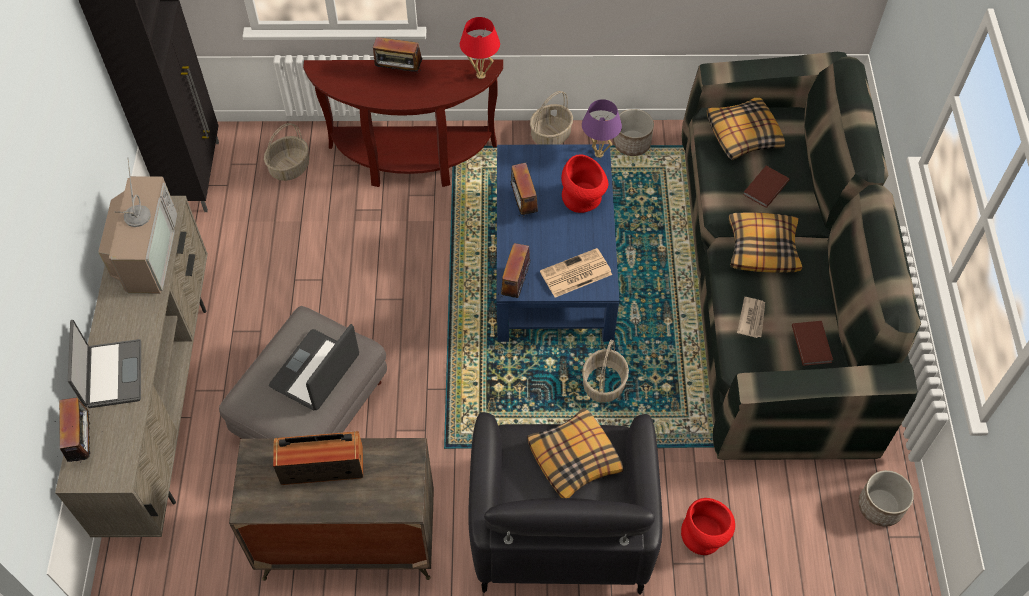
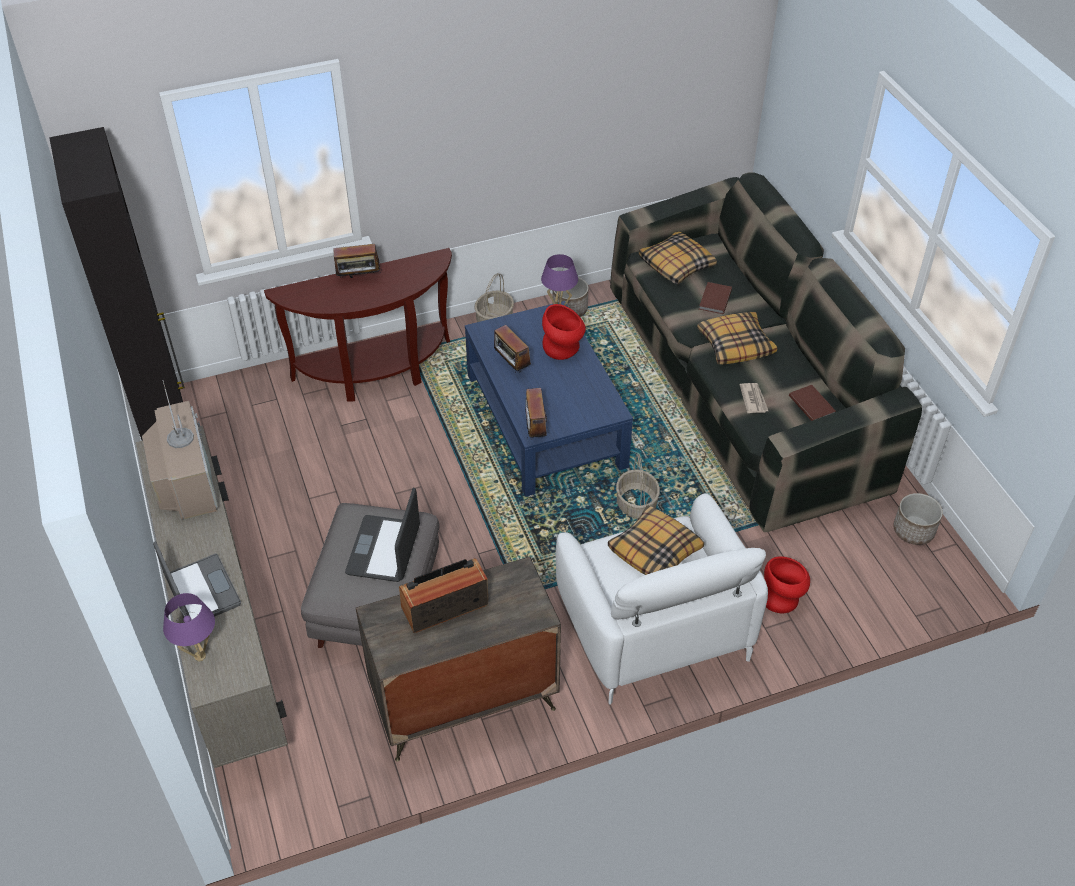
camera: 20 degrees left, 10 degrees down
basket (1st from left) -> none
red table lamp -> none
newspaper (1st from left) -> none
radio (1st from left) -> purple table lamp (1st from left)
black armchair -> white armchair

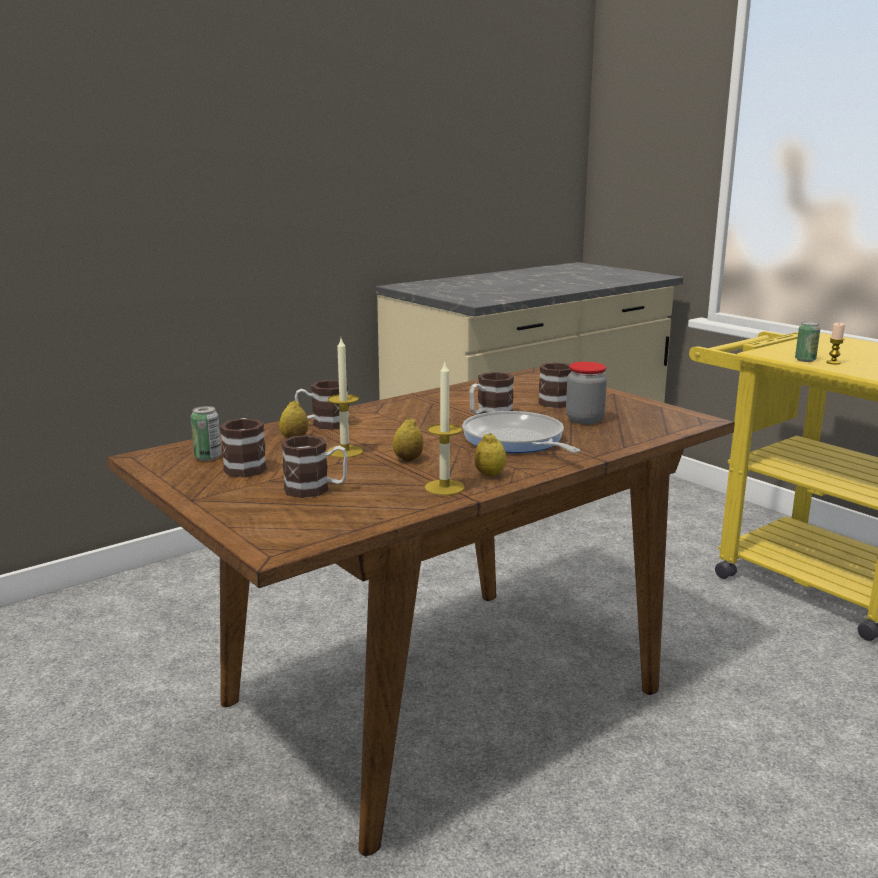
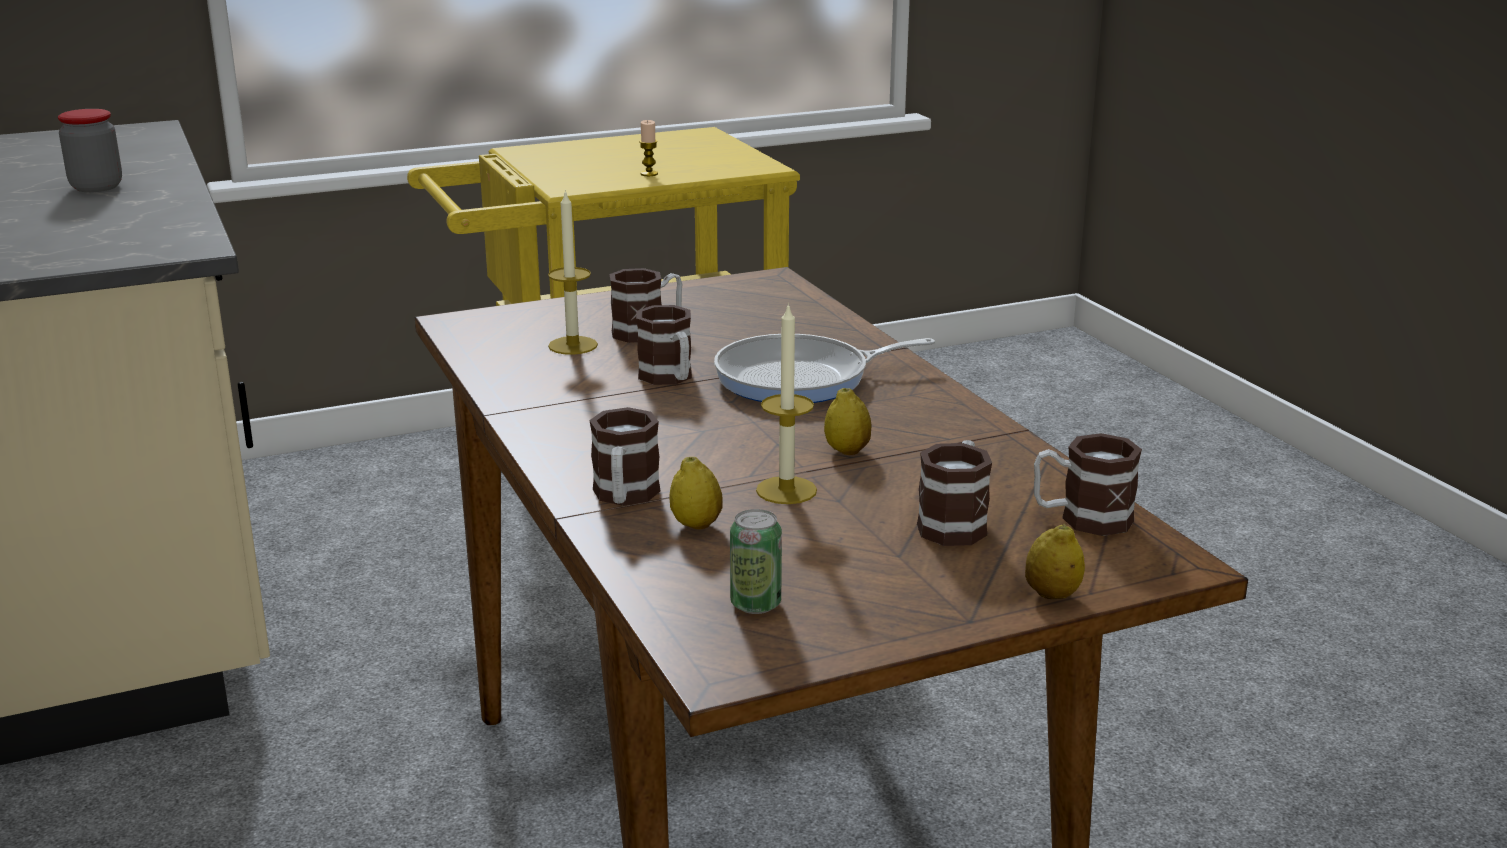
camera: 75 degrees left, 5 degrees up
can (2nd from left) -> none
mug (1st from left in the first image) -> mug (5th from left), moved
candle (2nd from left in the first image) -> candle (1st from left), moved
lemon (3rd from left), moved
jar, moved

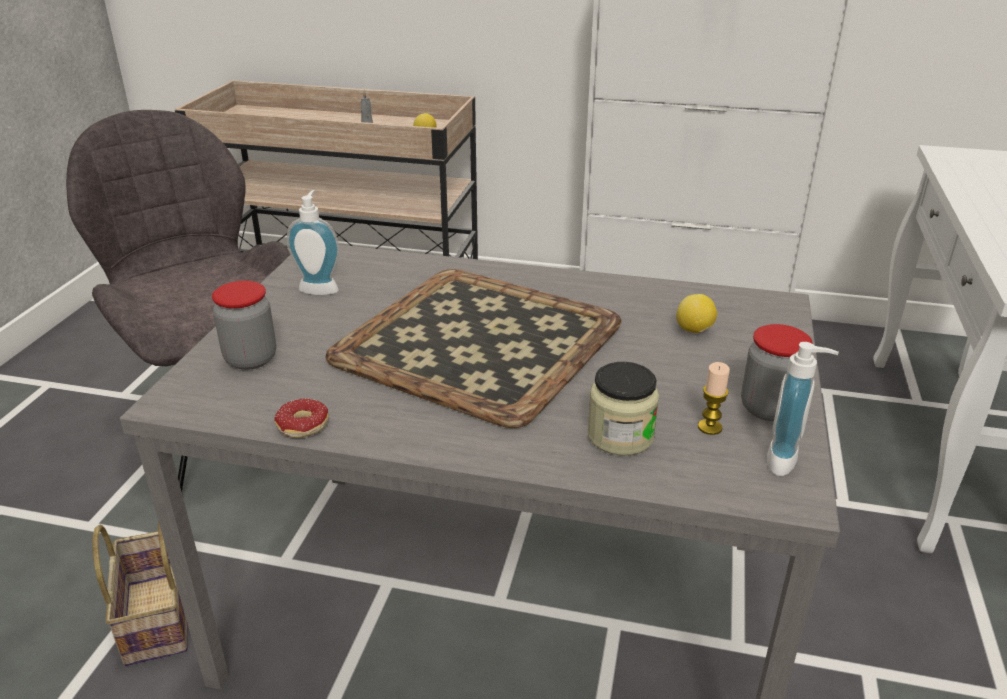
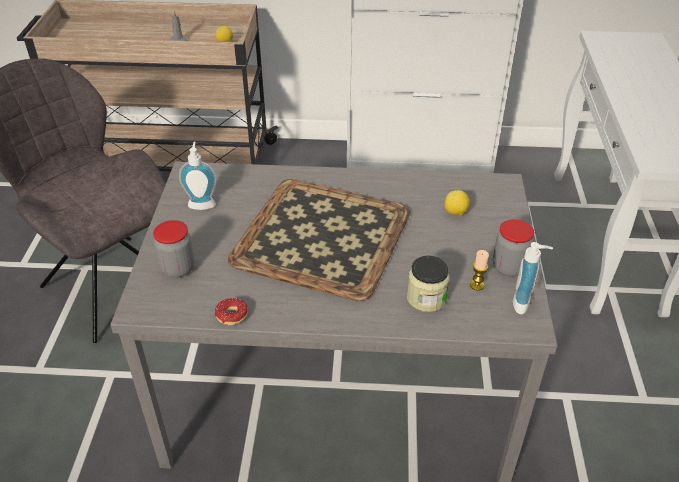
camera: 10 degrees left, 10 degrees up
basket -> none

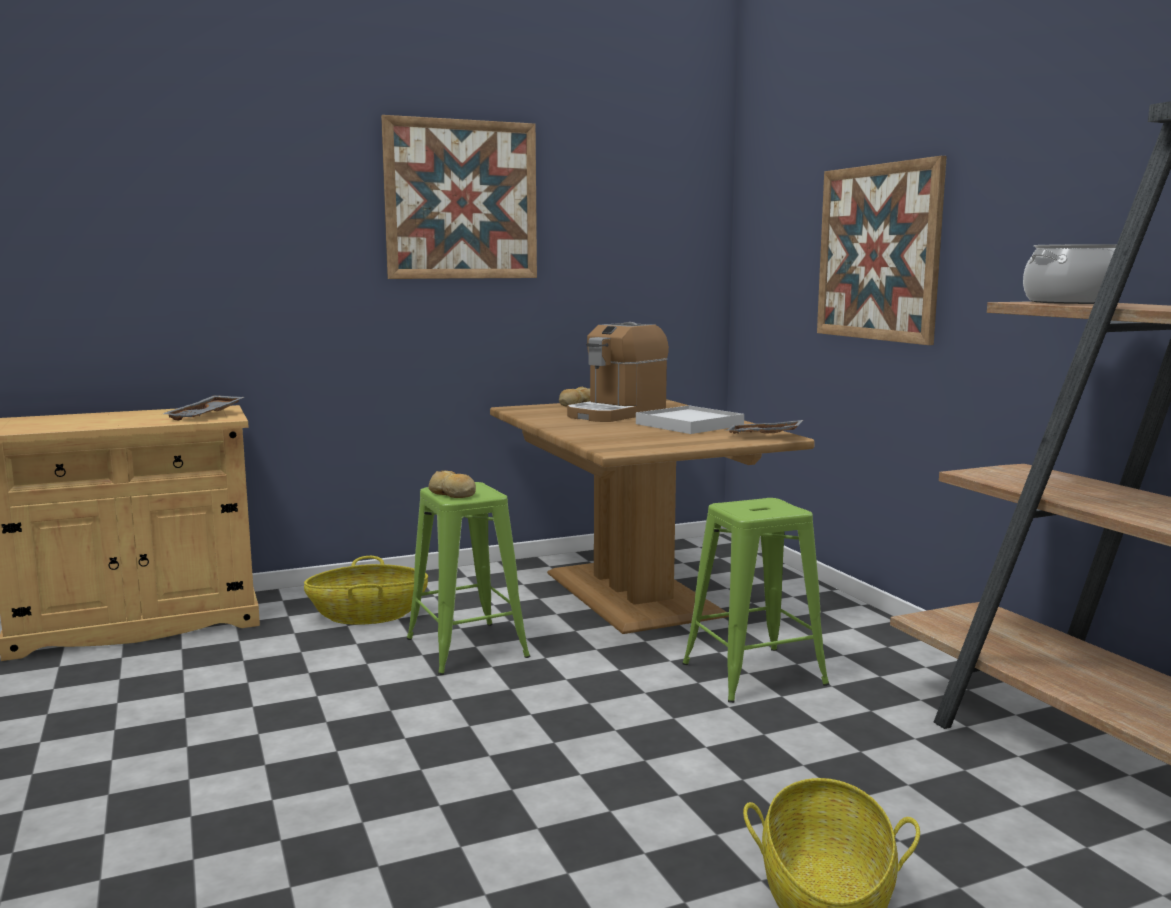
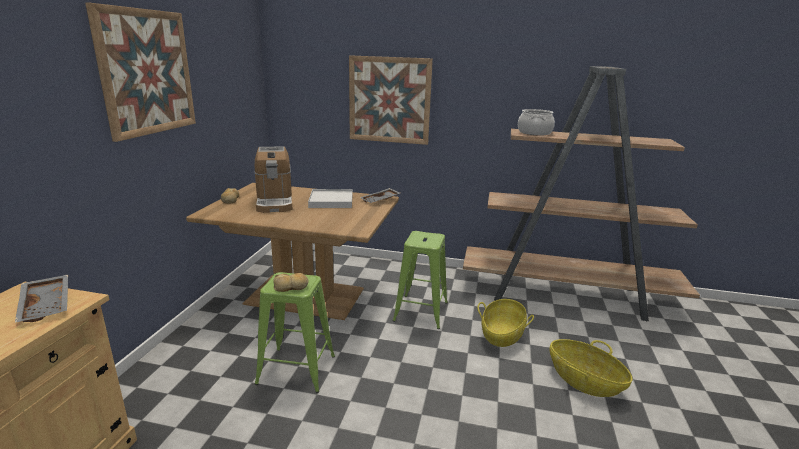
camera: 55 degrees left, 10 degrees up
basket (1st from left), moved

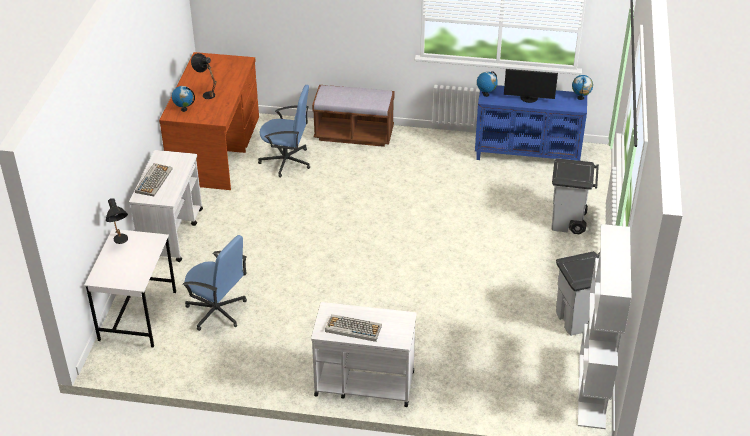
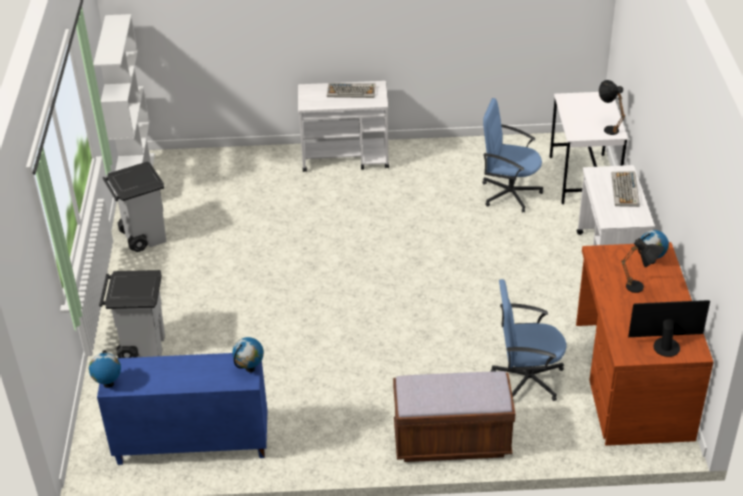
camera: 170 degrees right, 0 degrees up
monitor, moved

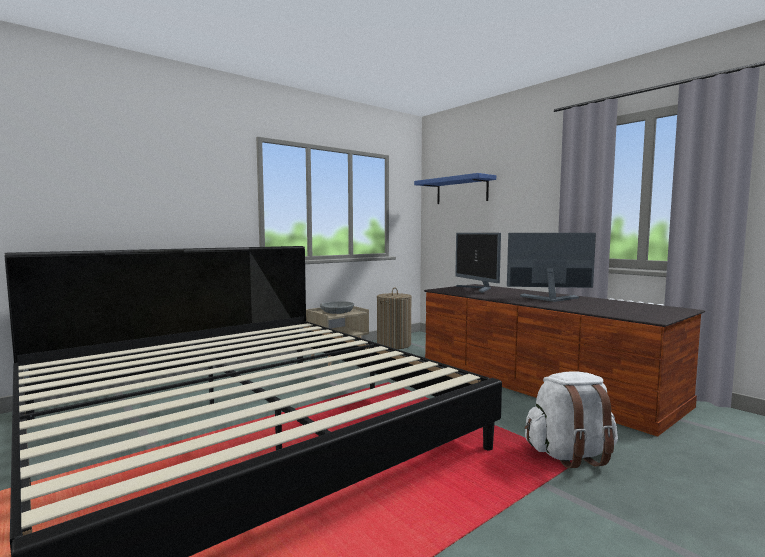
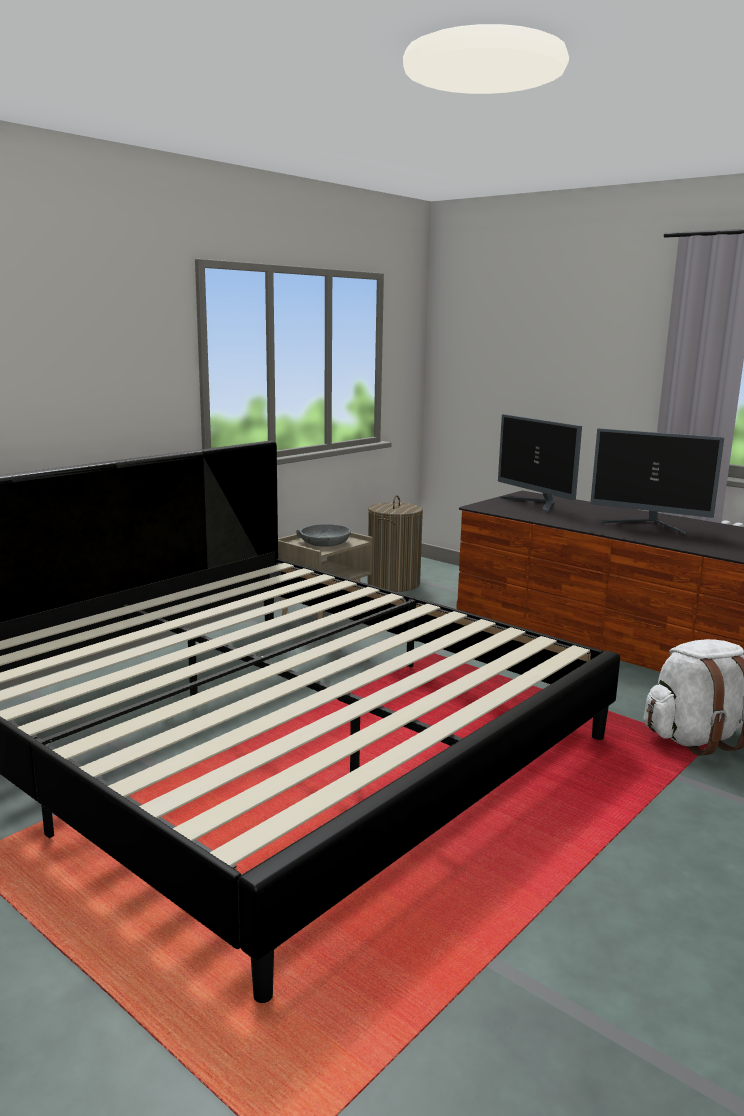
camera: 10 degrees left, 10 degrees up
blue shelf -> none
monitor (2nd from left), 150 degrees counterclockwise

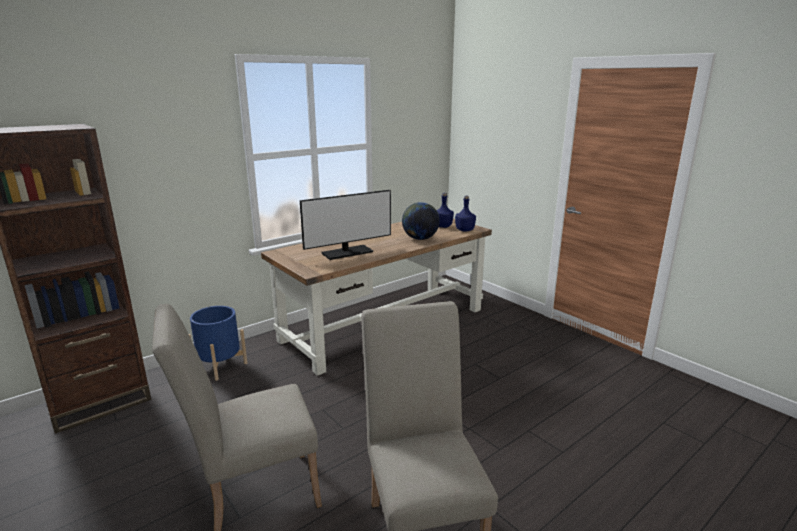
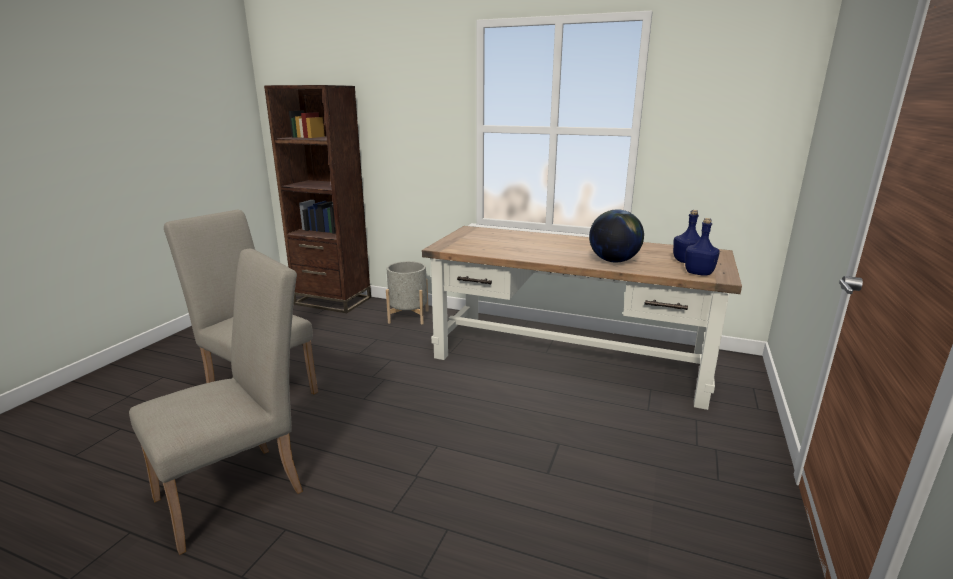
camera: 60 degrees right, 0 degrees up
monitor -> none
blue planter -> grey planter

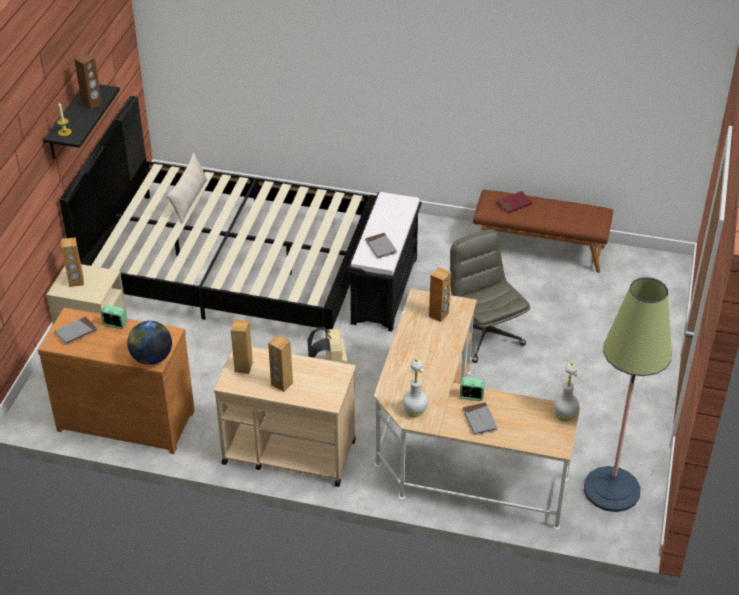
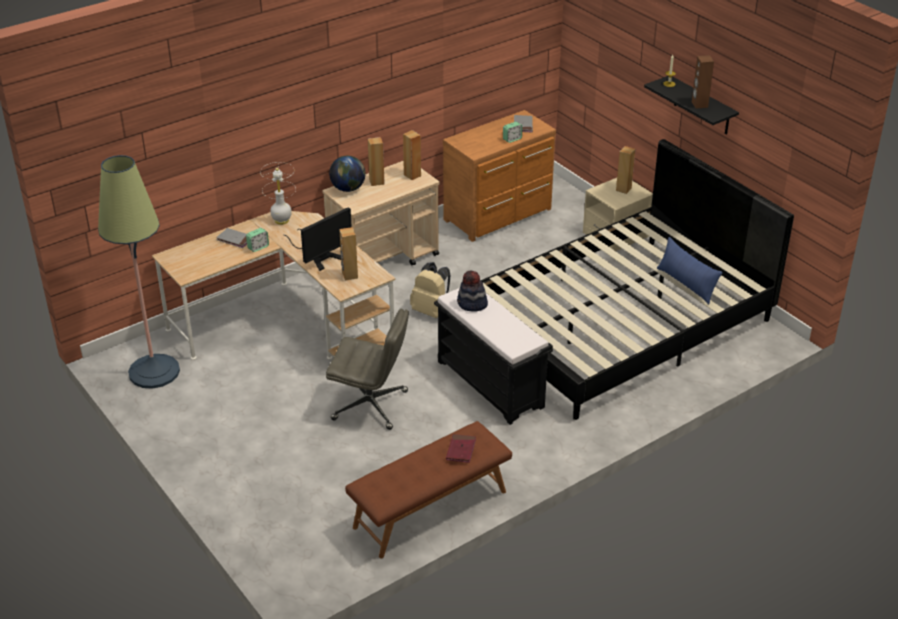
camera: 130 degrees right, 5 degrees down
white table lamp (2nd from left) -> none
none -> monitor
globe, moved
grey book (2nd from left) -> hat
beige pillow -> blue pillow

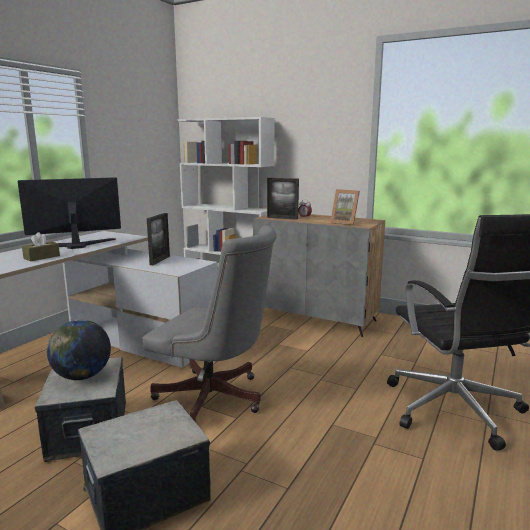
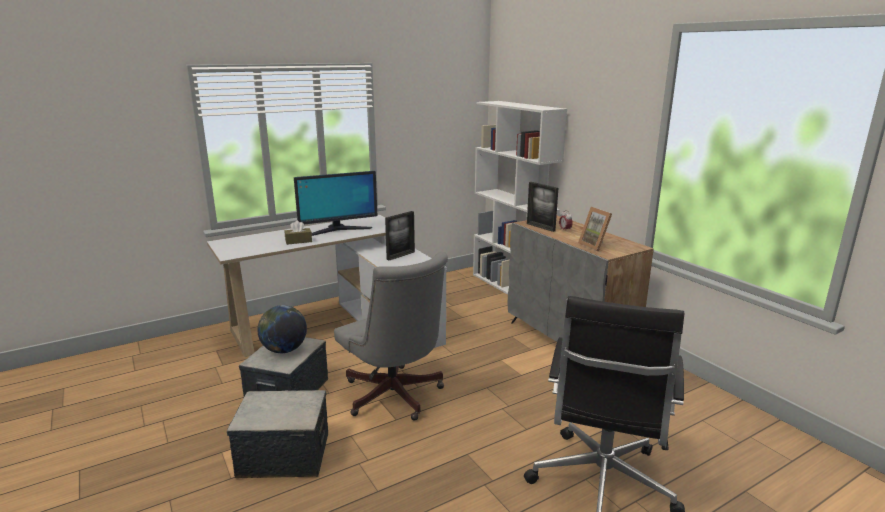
camera: 30 degrees right, 5 degrees up
monitor, 150 degrees clockwise

